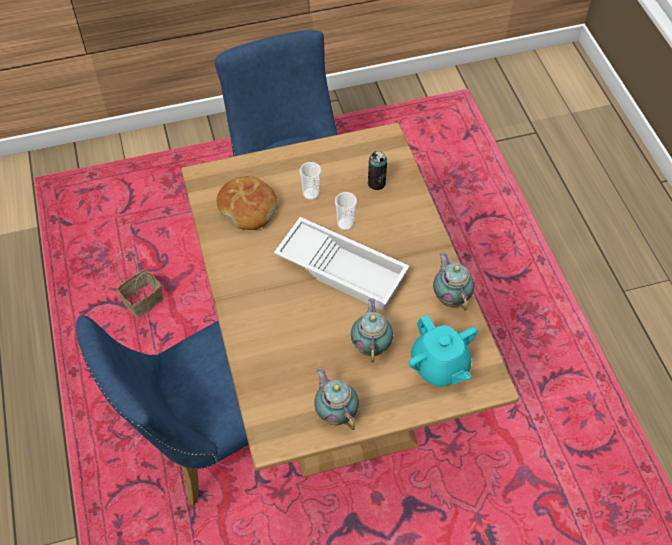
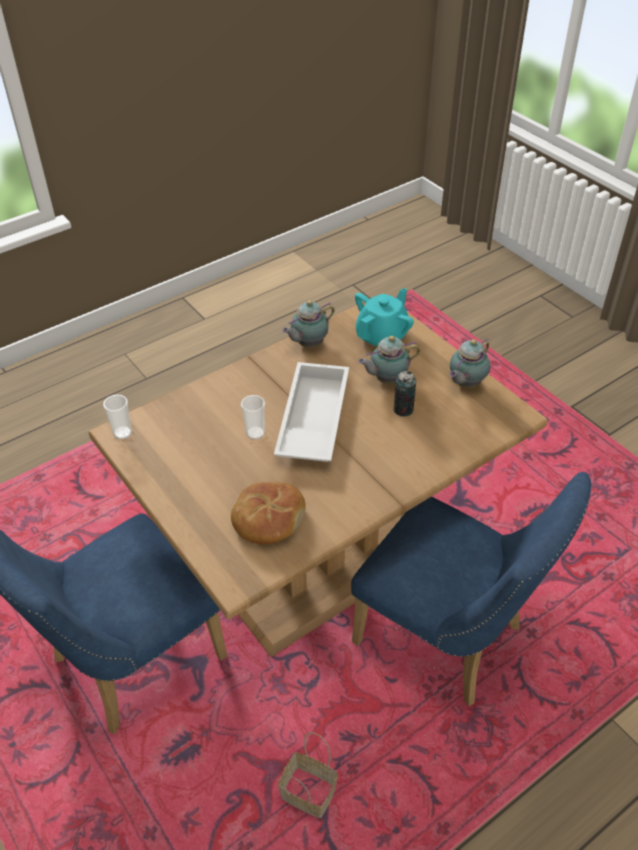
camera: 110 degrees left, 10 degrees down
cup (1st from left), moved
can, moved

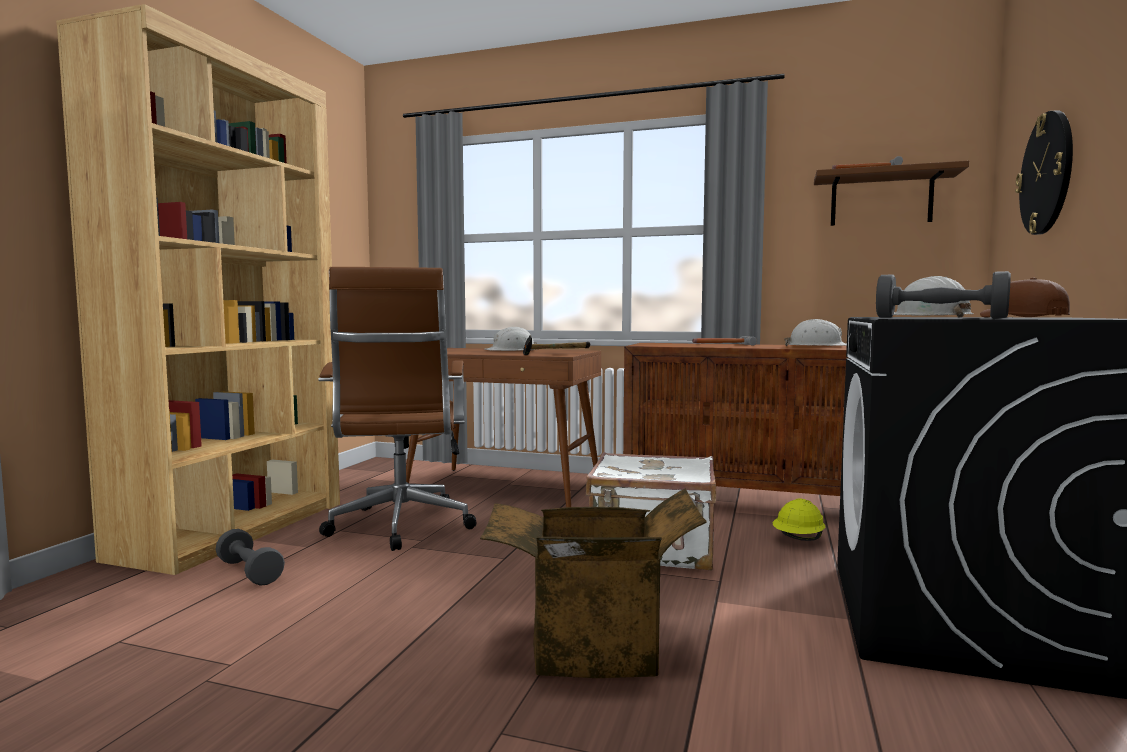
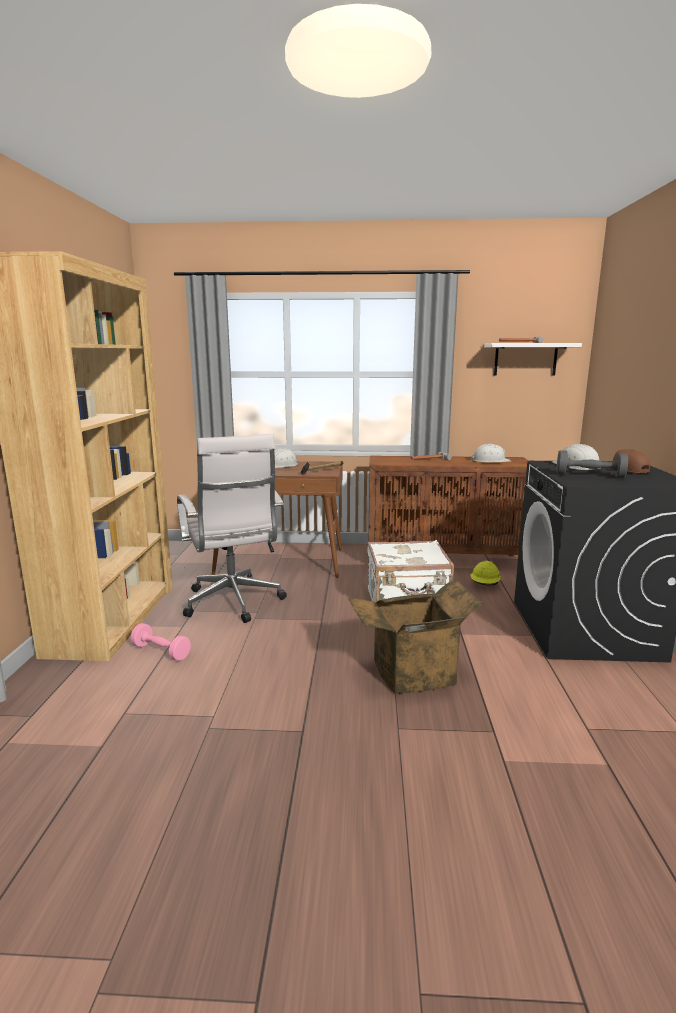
camera: 15 degrees left, 10 degrees up
wall clock -> none
grey dumbbell (1st from left) -> pink dumbbell
brown office chair -> white office chair
brown shelf -> white shelf

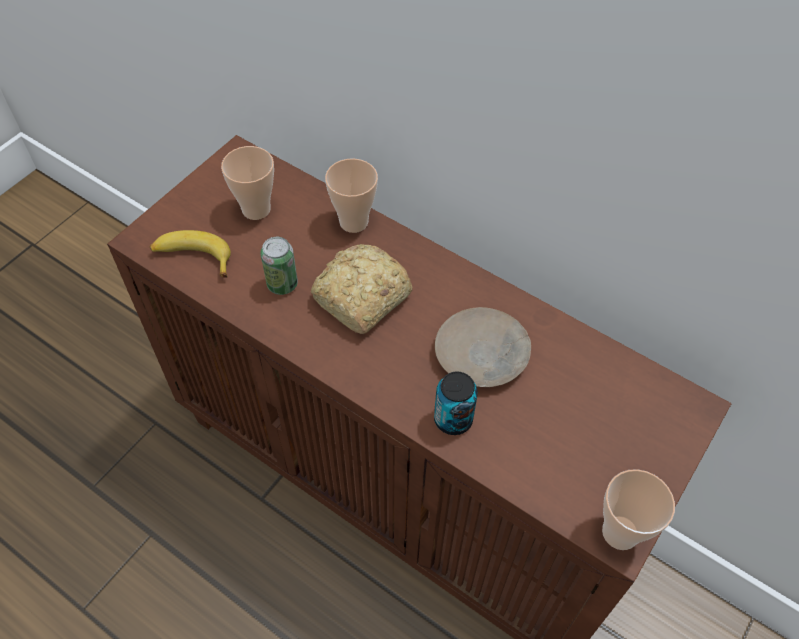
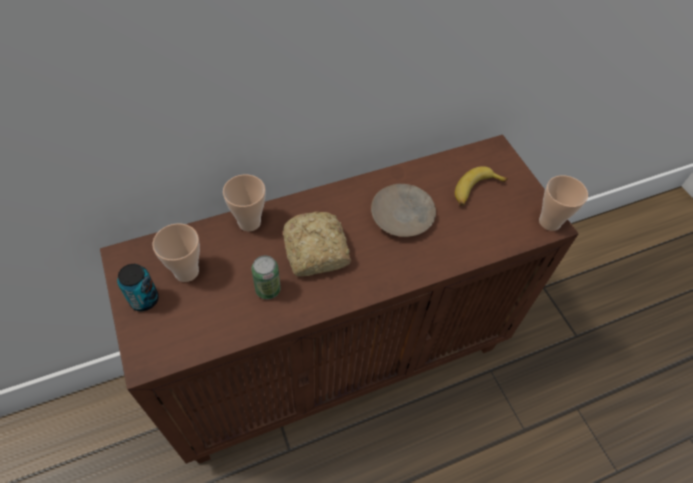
camera: 60 degrees left, 0 degrees up
banana, moved
can (2nd from left in the first image) -> can (1st from left), moved

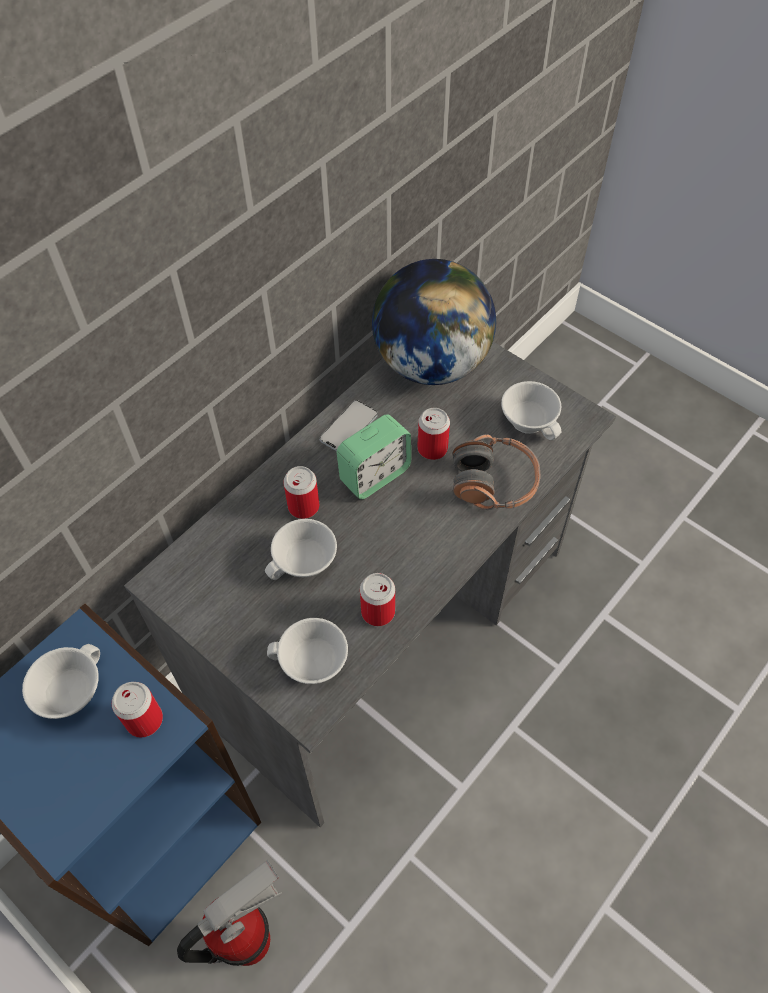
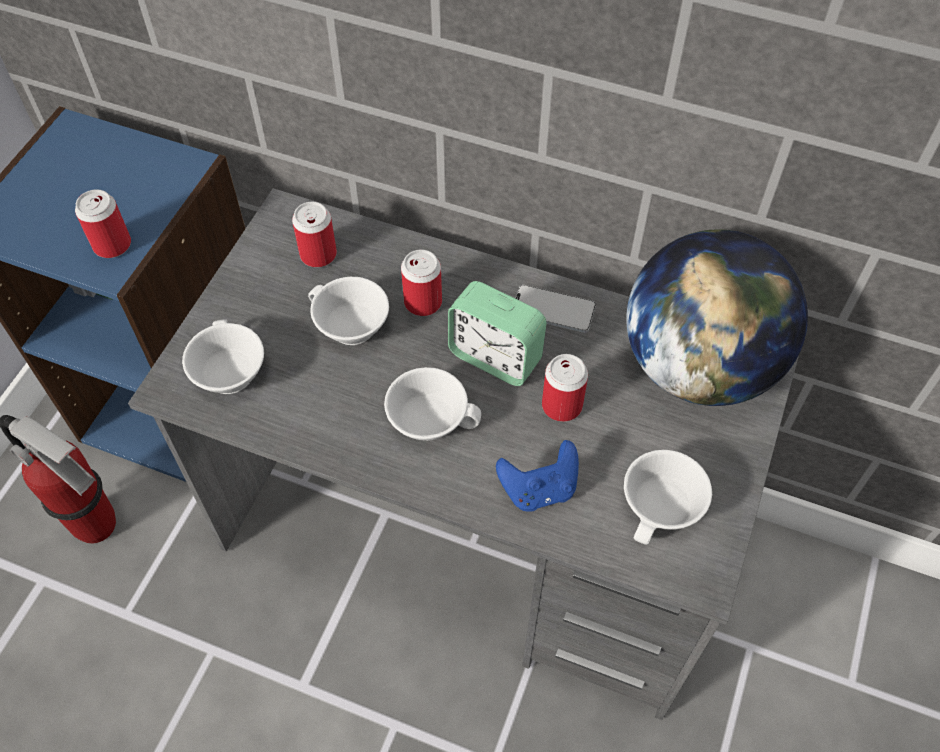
camera: 70 degrees right, 0 degrees up
white cup (1st from left in the first image) -> white cup (3rd from left), moved
can (3rd from left in the first image) -> can (2nd from left), moved
headphones -> blue game controller

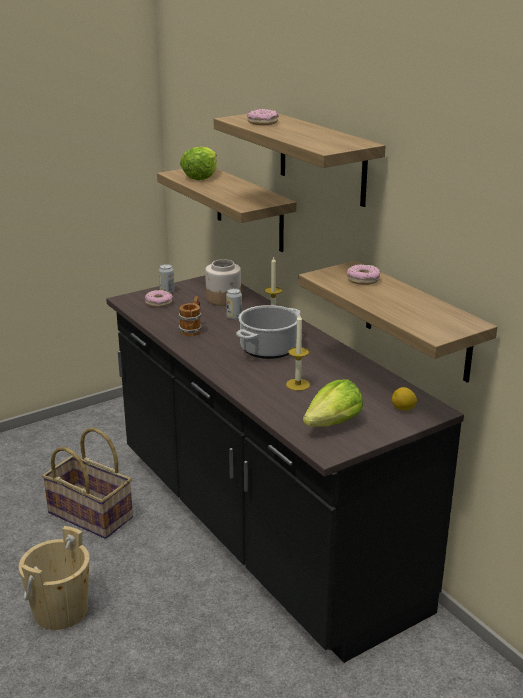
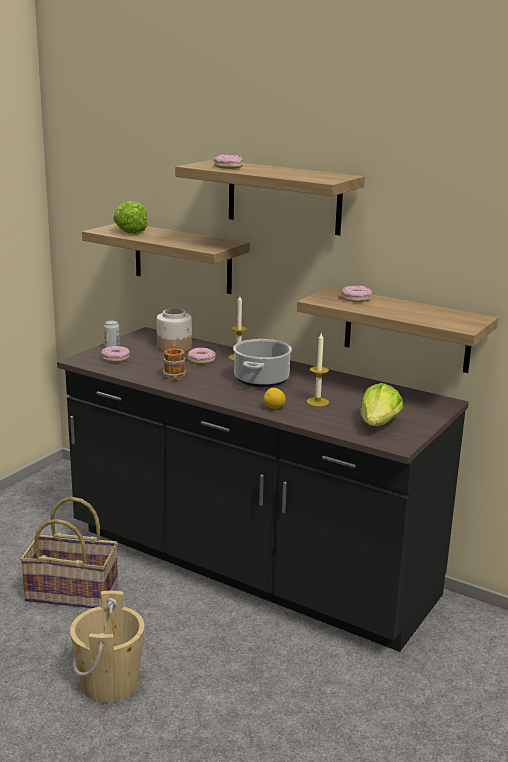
camera: 25 degrees left, 5 degrees down
lemon, moved
can (2nd from left) -> donut (2nd from left)

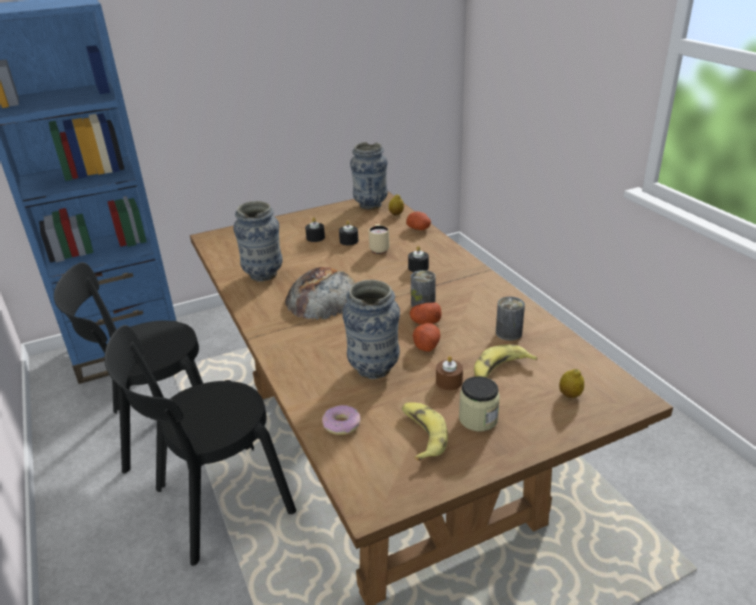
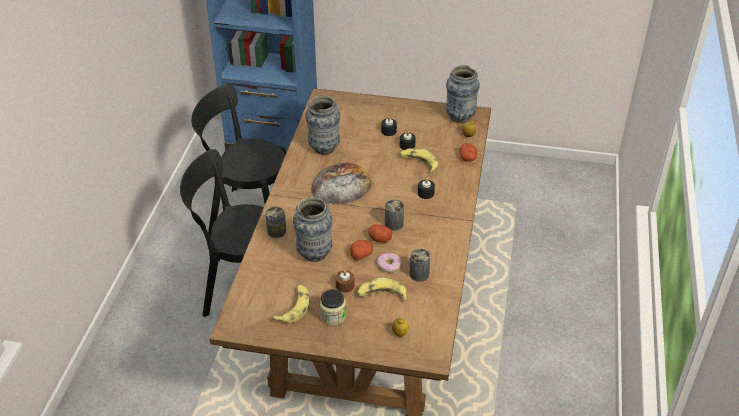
camera: 35 degrees right, 10 degrees up
none -> can (1st from left)
donut, moved
beige mug -> banana (3rd from left)

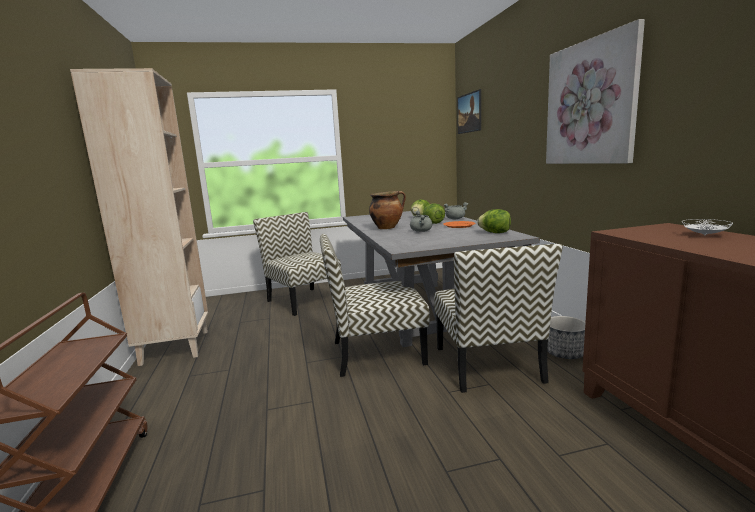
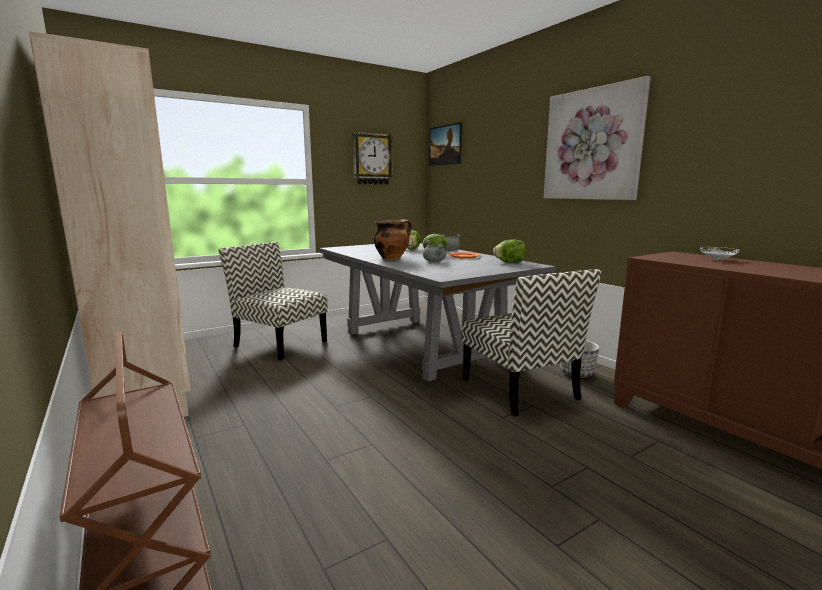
camera: 20 degrees left, 0 degrees up
chair (2nd from left) -> none
none -> wall clock

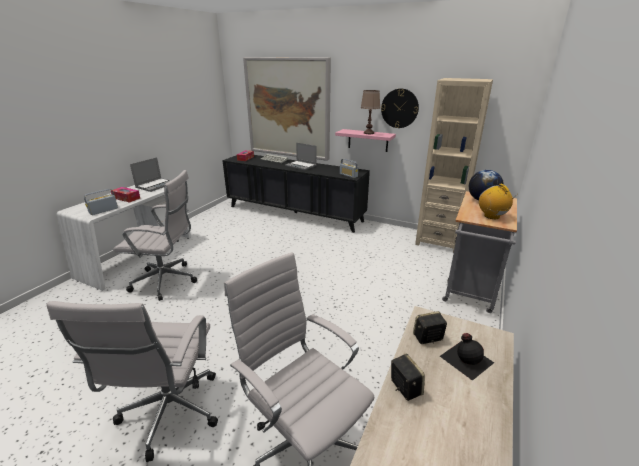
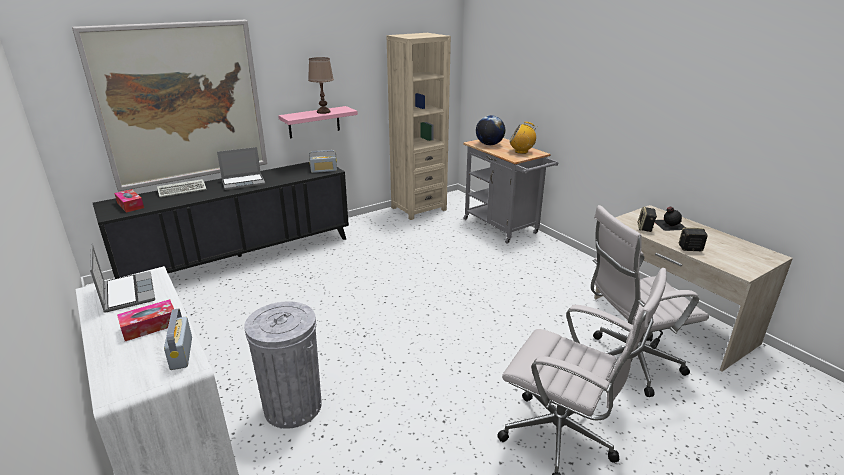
camera: 60 degrees left, 0 degrees up
wall clock -> none
white office chair (2nd from left) -> grey trash can

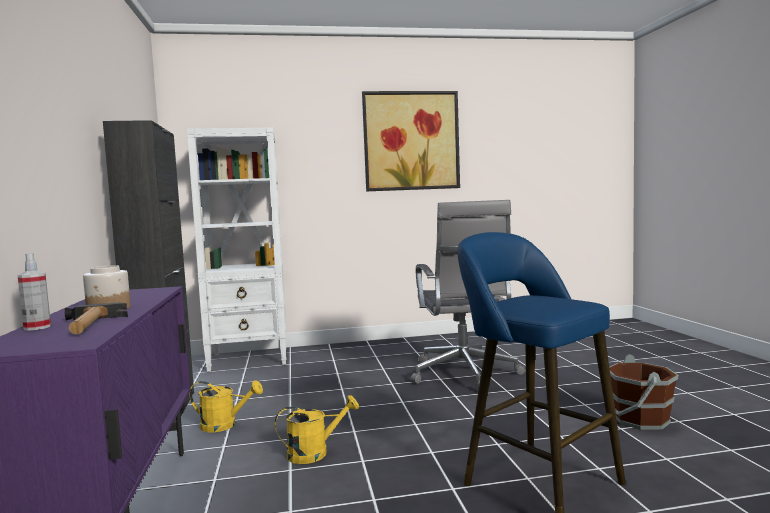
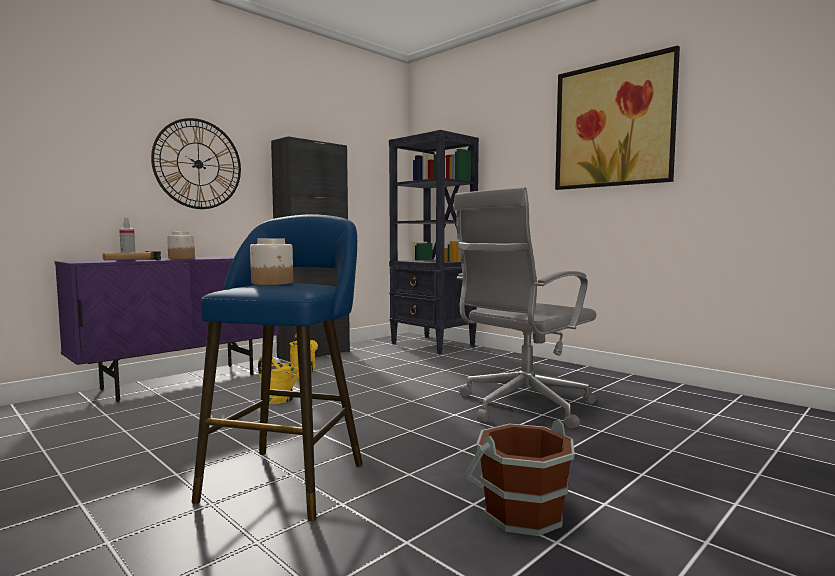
camera: 55 degrees right, 0 degrees up
none -> wall clock
none -> jar (2nd from left)
white bookcase -> black bookcase

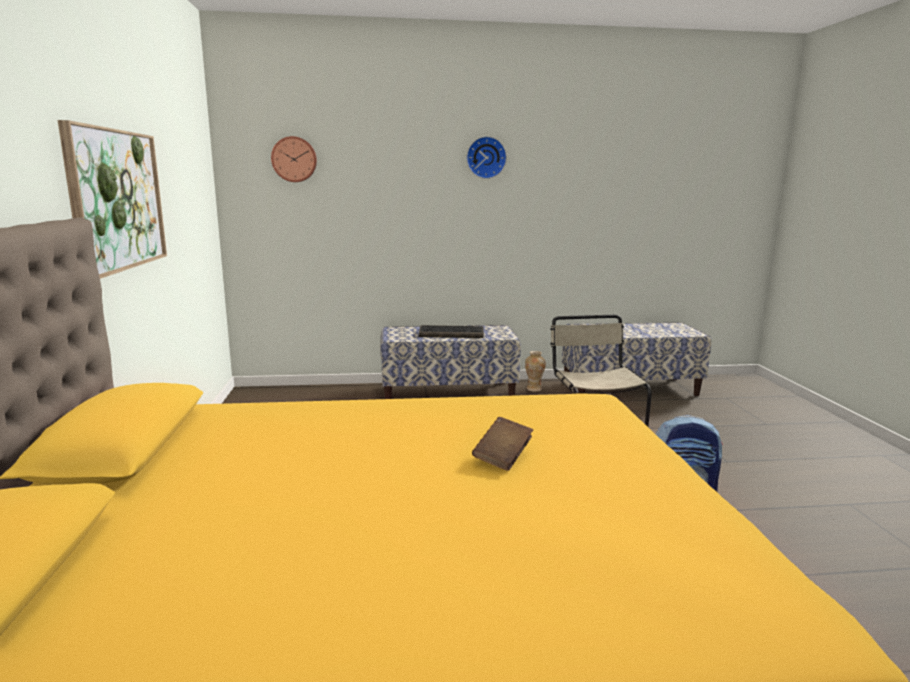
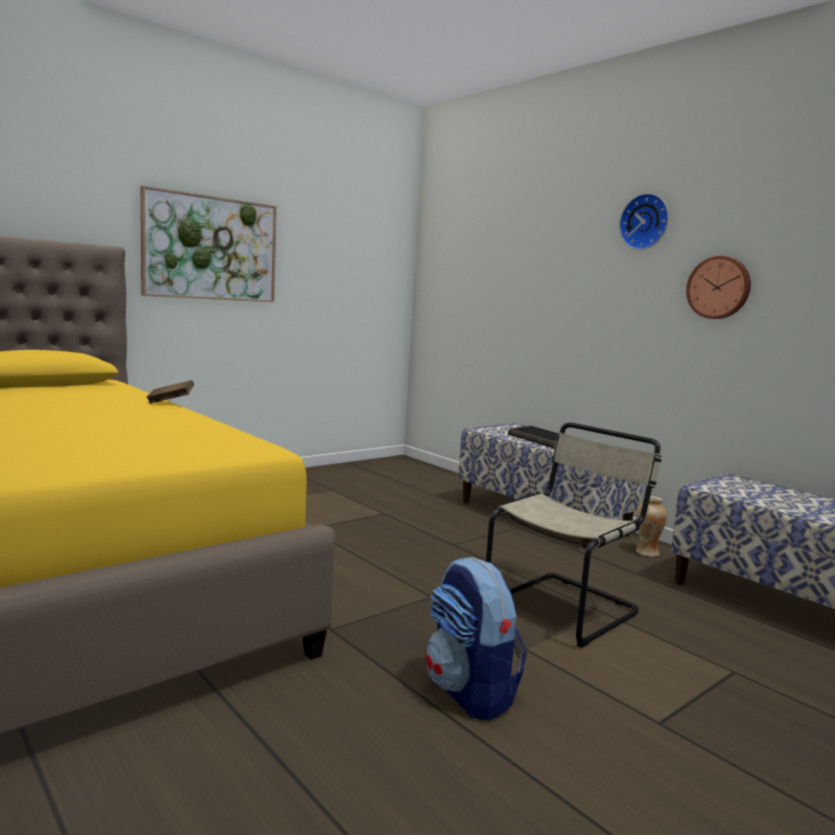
camera: 55 degrees right, 5 degrees down
wall clock (1st from left in the first image) -> wall clock (2nd from left), moved
brown book, moved

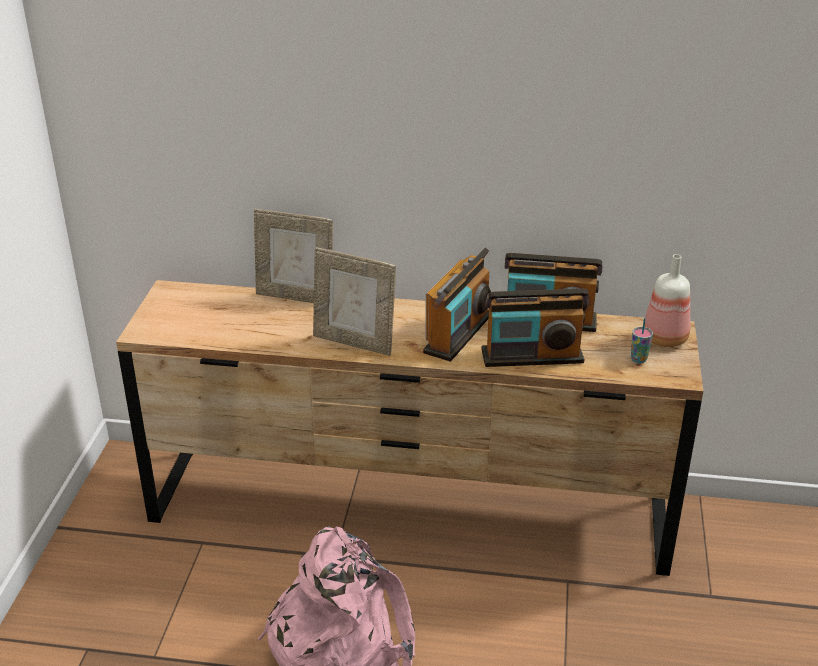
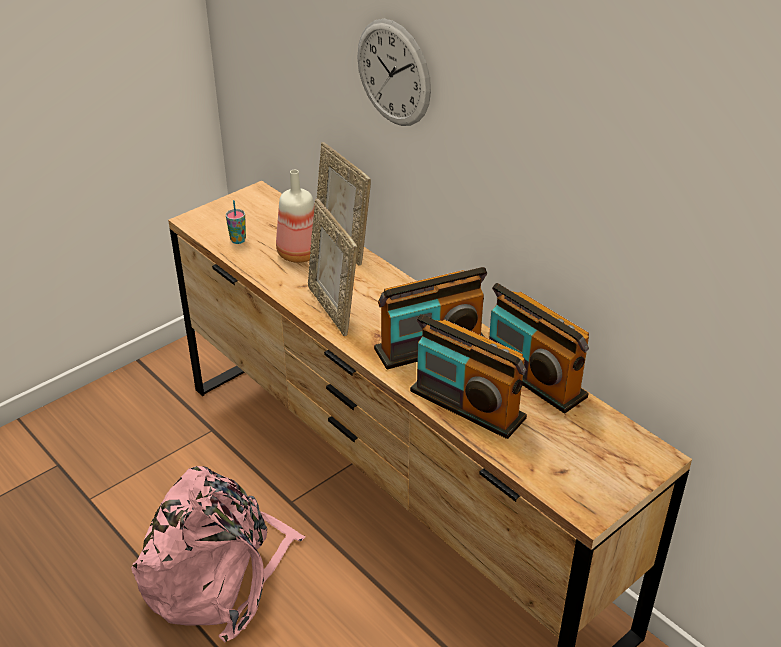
camera: 40 degrees right, 5 degrees up
none -> wall clock
cup, moved
bottle, moved

